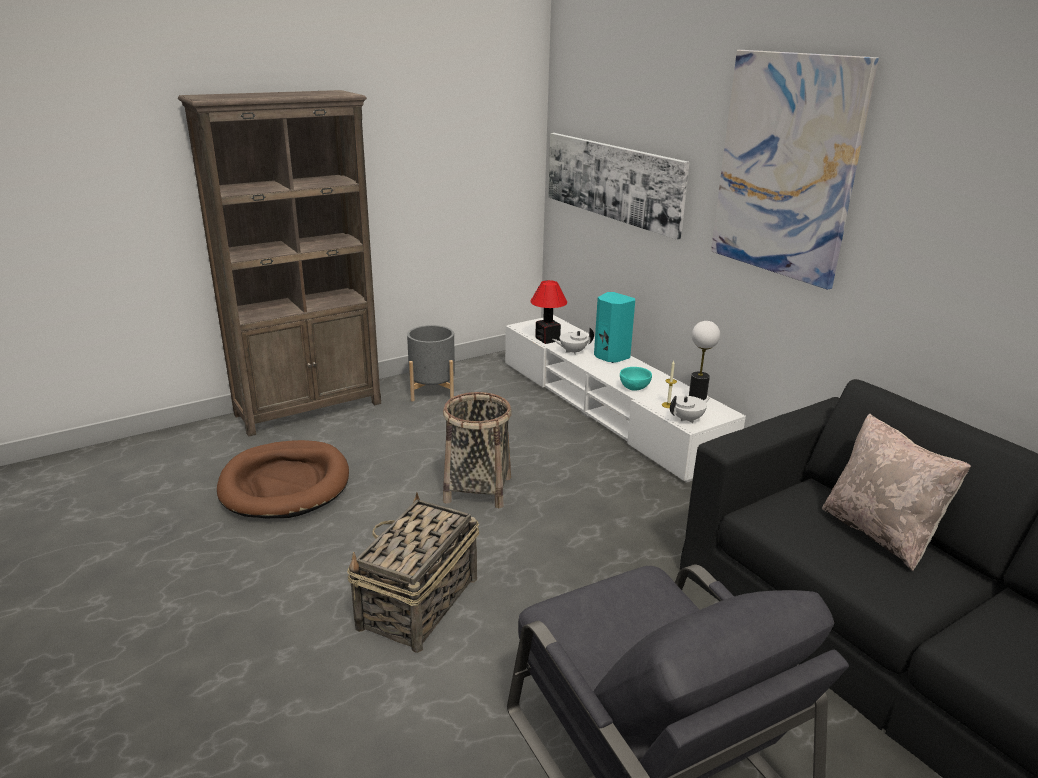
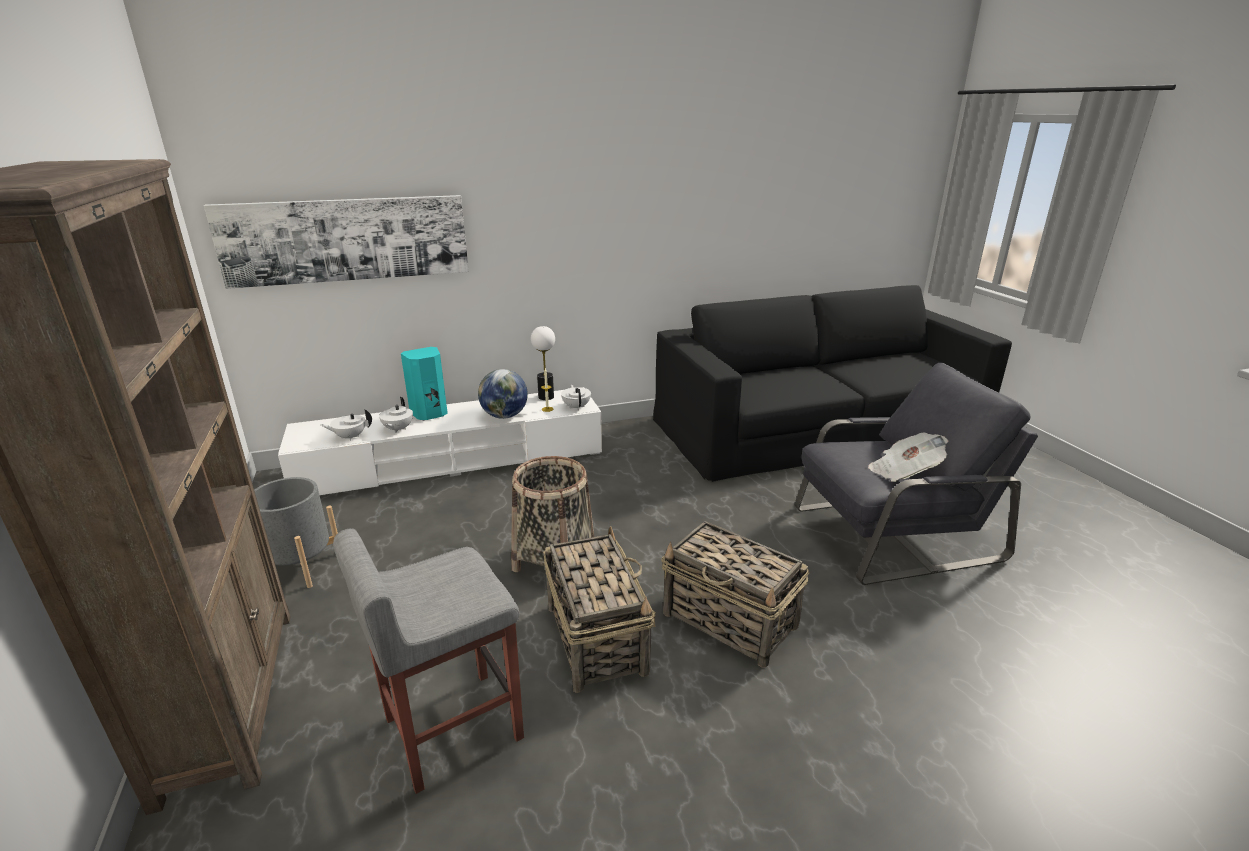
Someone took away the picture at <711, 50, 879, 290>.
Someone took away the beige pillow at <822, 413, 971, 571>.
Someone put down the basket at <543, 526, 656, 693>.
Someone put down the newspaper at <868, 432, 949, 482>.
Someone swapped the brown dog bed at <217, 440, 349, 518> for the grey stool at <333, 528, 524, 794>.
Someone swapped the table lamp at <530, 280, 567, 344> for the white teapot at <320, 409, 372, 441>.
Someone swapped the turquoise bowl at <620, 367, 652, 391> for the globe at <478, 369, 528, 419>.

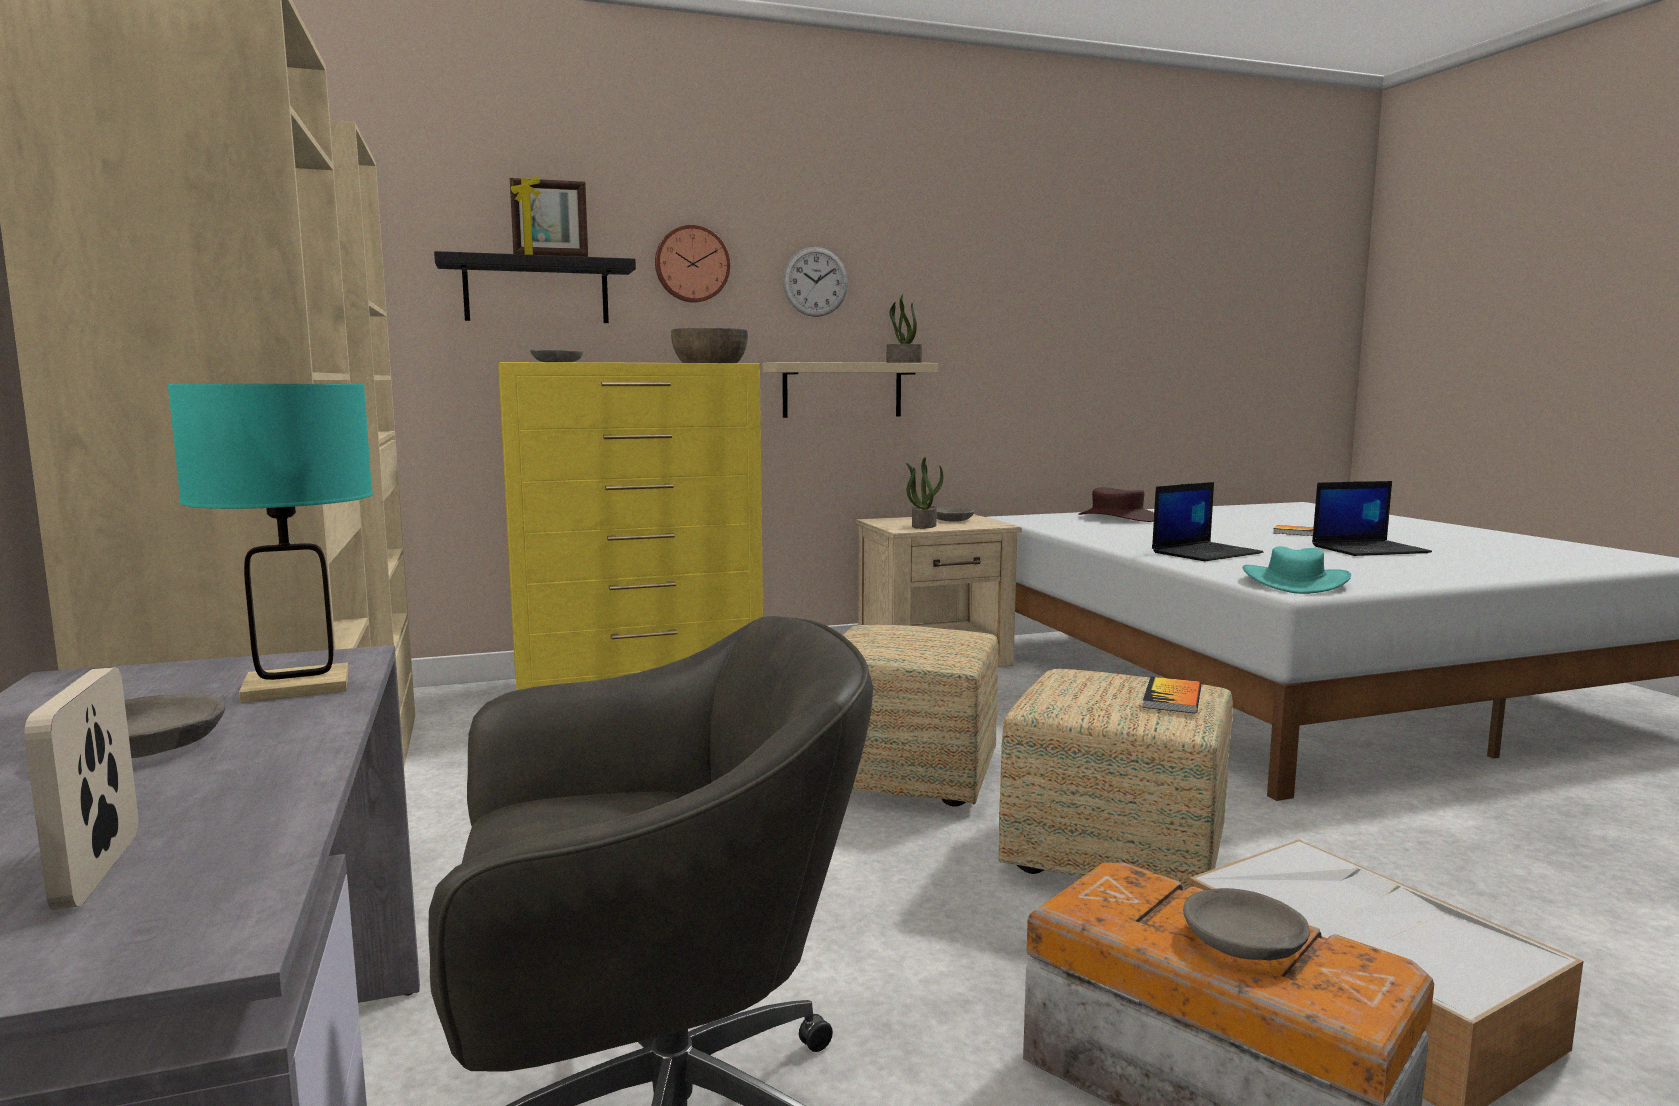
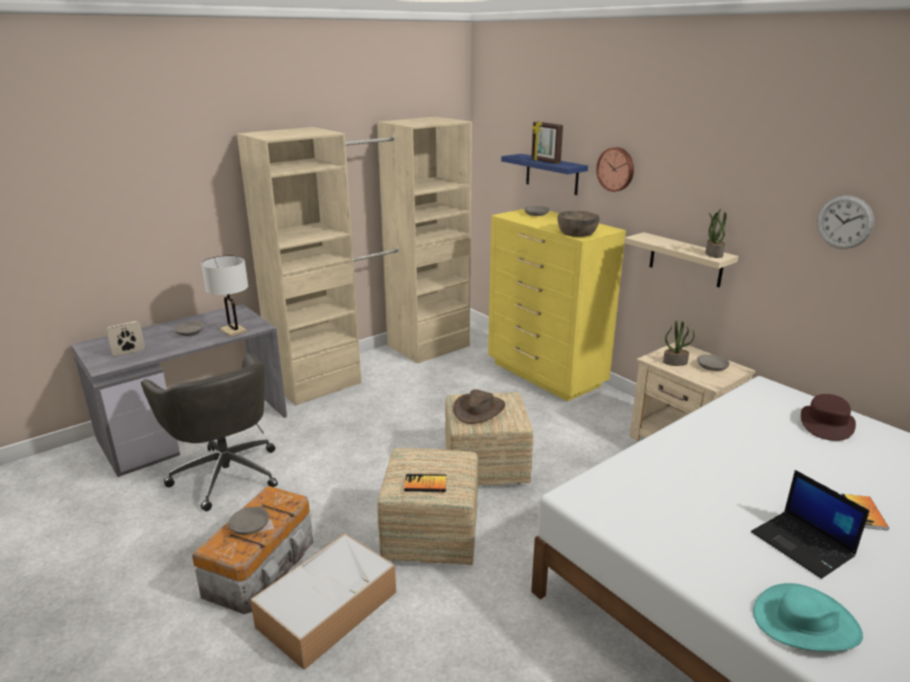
Someone took away the laptop at <1152, 482, 1263, 561>.
Someone put down the brown hat at <453, 390, 505, 424>.
Someone carried the wall clock from <783, 247, 848, 317> to <817, 195, 874, 249>.
Someone carried the turquoise hat from <1243, 546, 1351, 594> to <753, 583, 863, 651>.
Someone repainted the turquoise table lamp at <167, 384, 373, 703>, which became the white table lamp at <201, 255, 248, 337>.
Someone repainted the black shelf at <434, 251, 636, 323>, which became the blue shelf at <501, 154, 588, 195>.

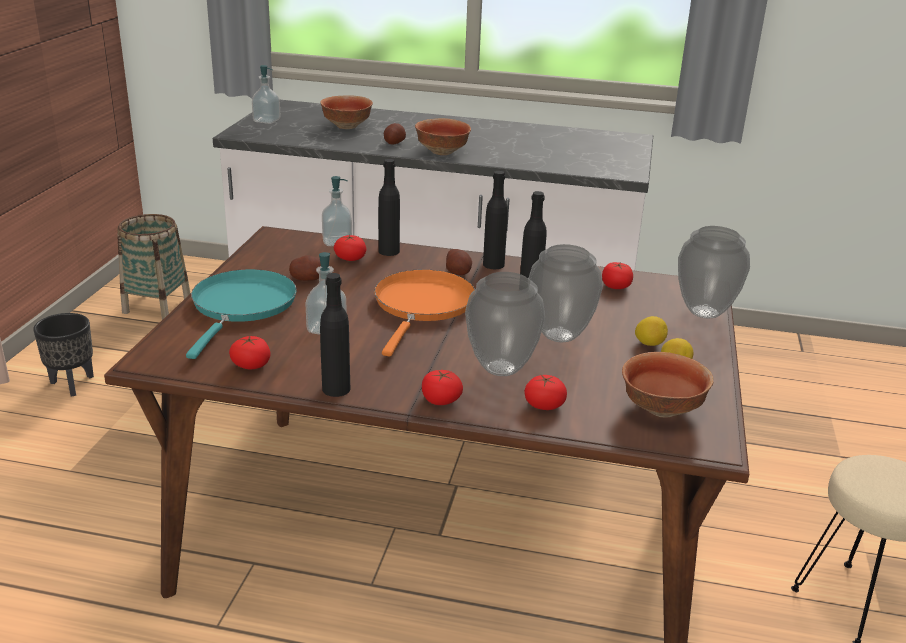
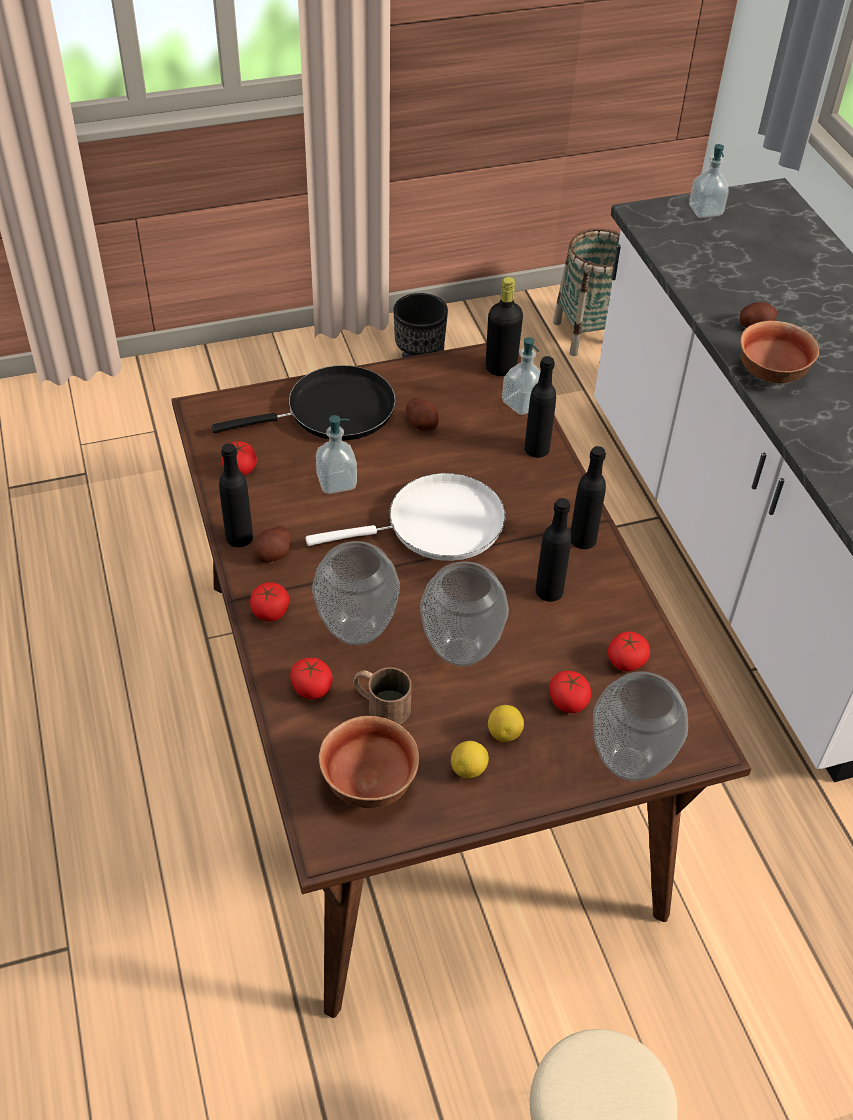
Someone took away the bowl at <320, 95, 373, 129>.
Someone put down the brown mug at <353, 667, 412, 725>.
Someone put down the black bottle at <486, 277, 523, 376>.
Someone carried the tomato from <334, 235, 366, 261> to <549, 671, 591, 713>.
Someone carried the potato from <446, 249, 472, 275> to <254, 526, 291, 562>.
Someone repainted the turquoise frying pan at <186, 269, 297, 359>, which became the black frying pan at <212, 365, 396, 440>.
Someone repainted the orange frying pan at <374, 269, 475, 357>, which became the white frying pan at <306, 473, 505, 561>.

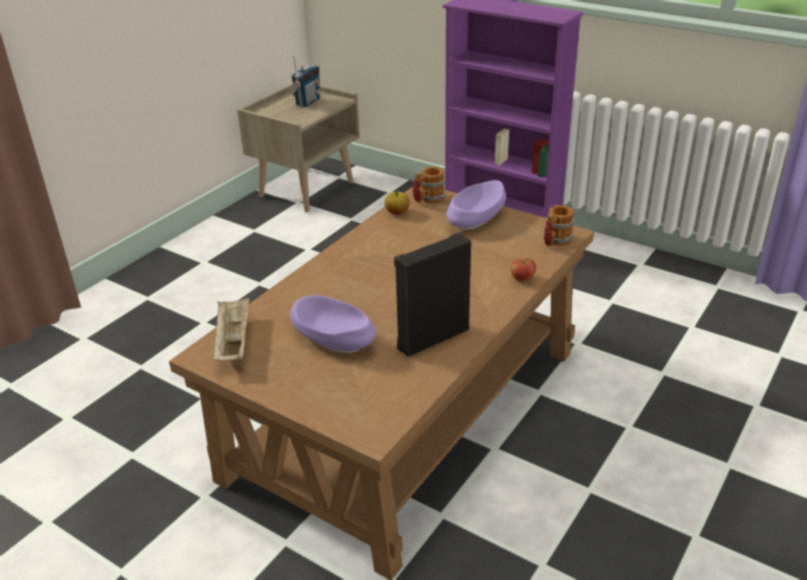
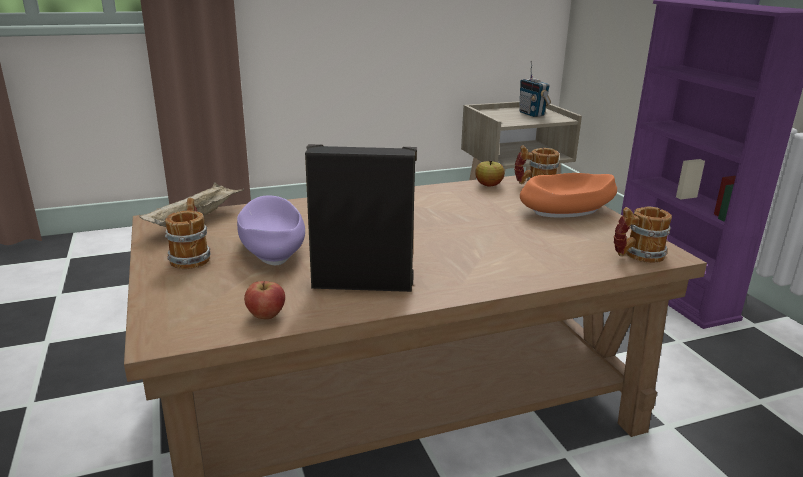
Someone put down the mug at <165, 198, 210, 269>.
Someone carried the apple from <511, 258, 536, 282> to <244, 281, 285, 319>.
Someone repainted the purple bowl at <447, 180, 506, 230>, which became the orange bowl at <520, 173, 617, 217>.
Someone rotated the radio at <290, 55, 320, 107> by 90 degrees clockwise.

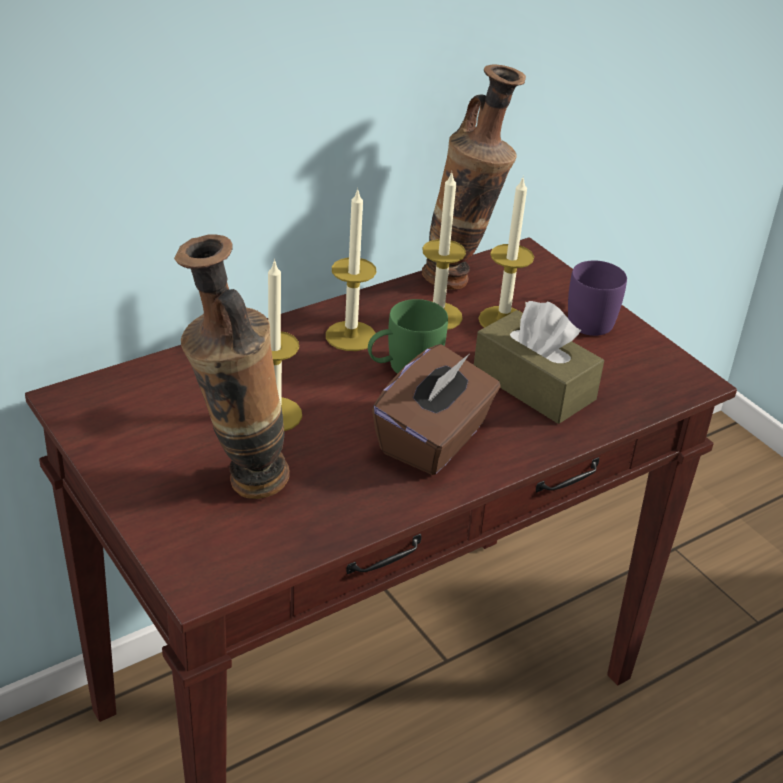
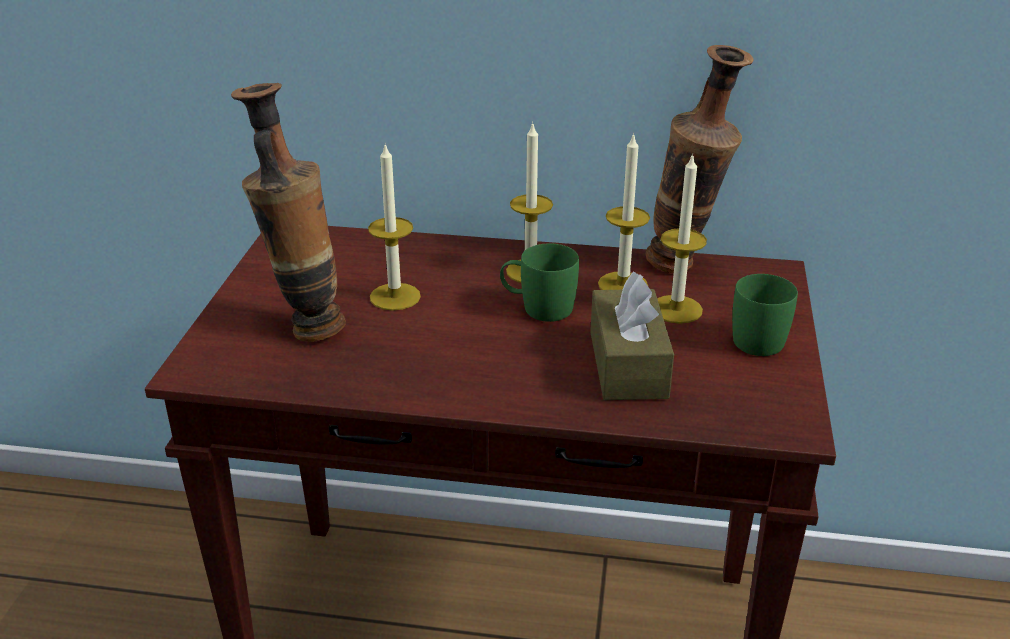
Someone took away the brown tissue box at <372, 344, 501, 475>.
Someone repainted the purple mug at <568, 261, 627, 336>, which became the green mug at <732, 274, 798, 356>.

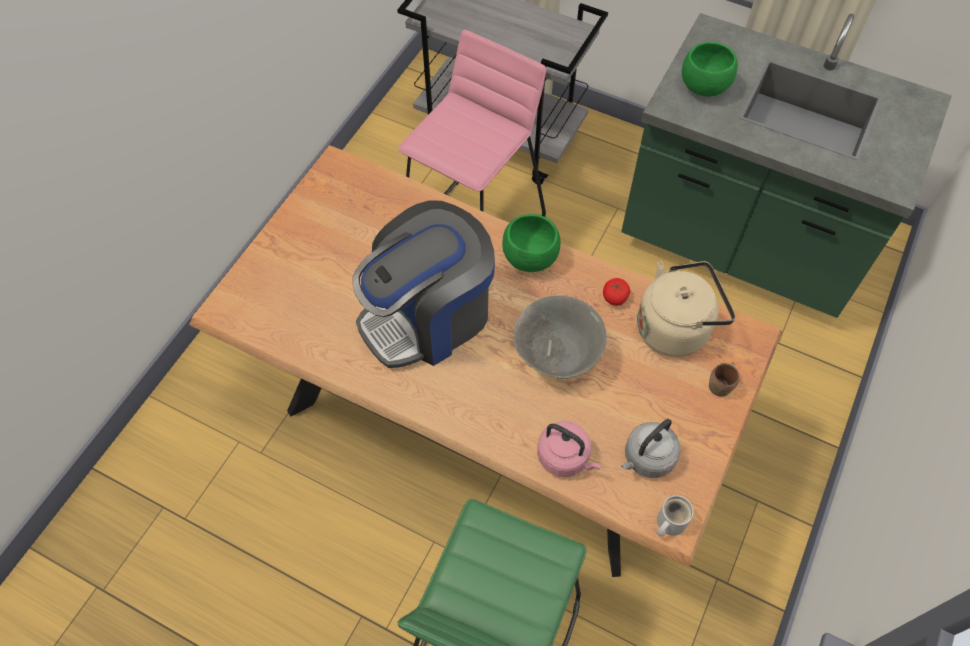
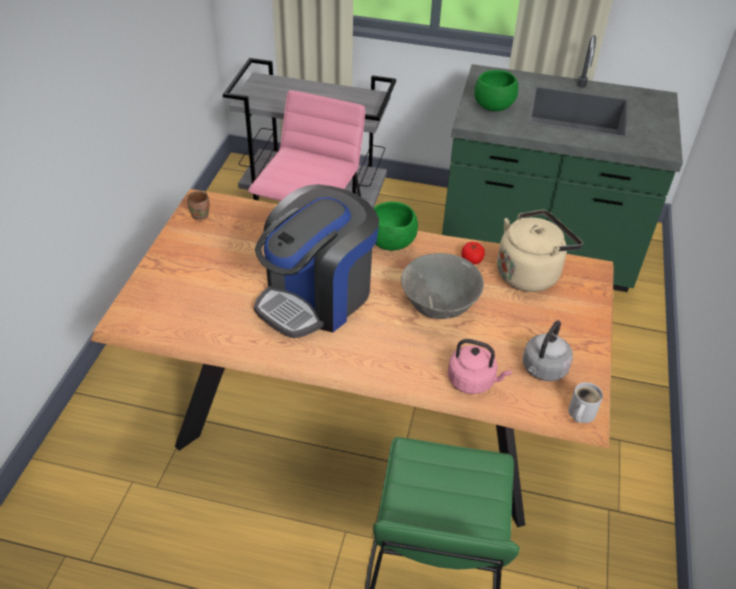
Someone carried the brown mug from <709, 362, 740, 397> to <187, 191, 209, 220>.

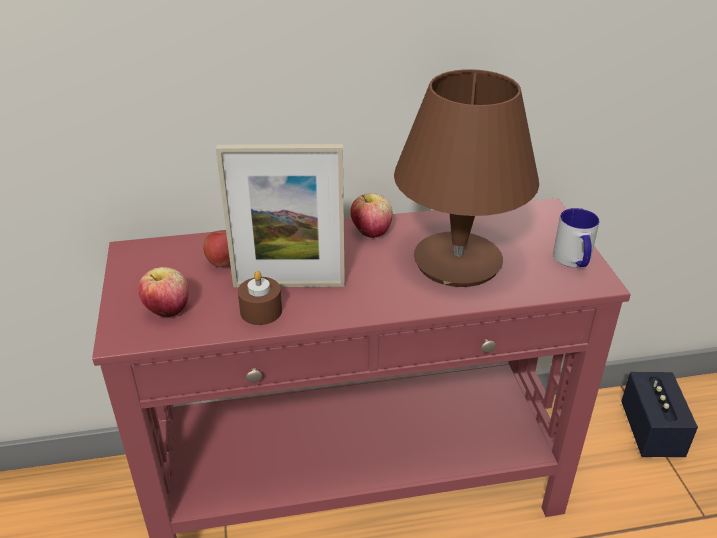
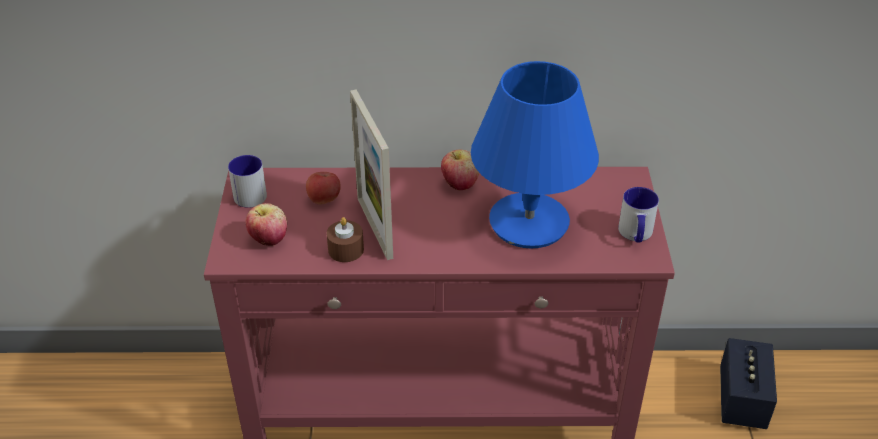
Someone put down the mug at <228, 155, 267, 208>.
Someone repainted the brown table lamp at <394, 69, 539, 287>, which became the blue table lamp at <471, 61, 599, 248>.
Someone rotated the picture frame at <216, 144, 345, 287> by 60 degrees clockwise.

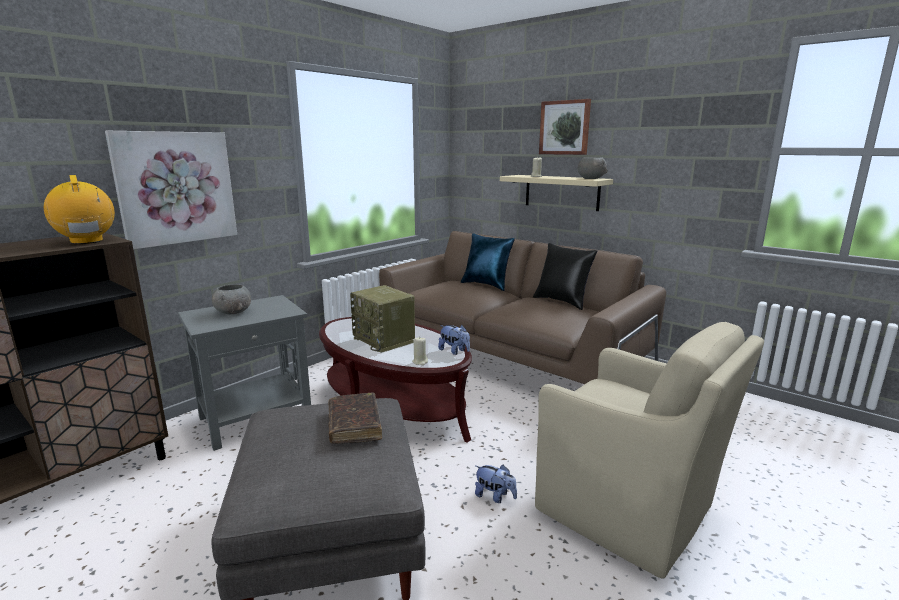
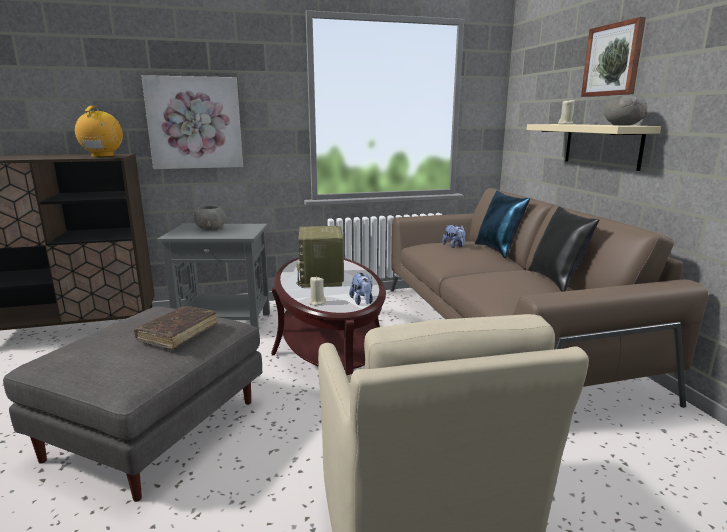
Someone carried the plush toy from <475, 465, 517, 503> to <442, 225, 465, 248>.

